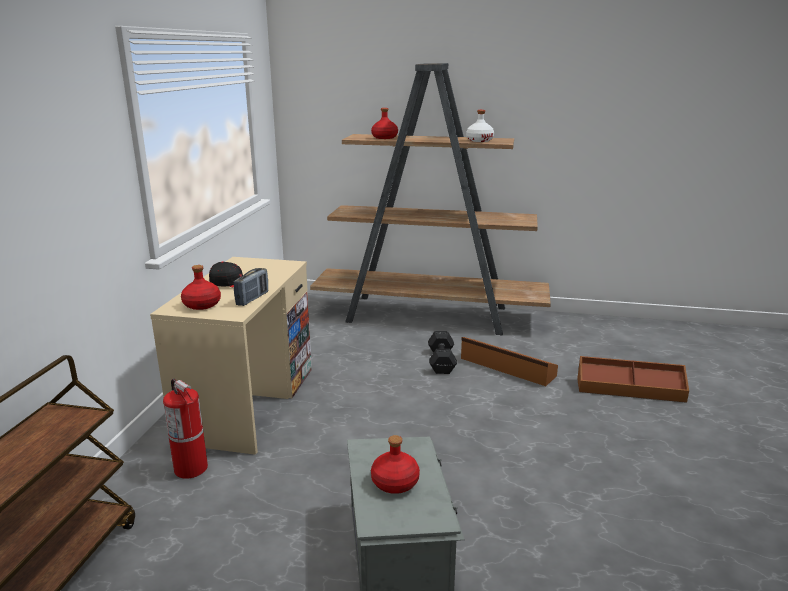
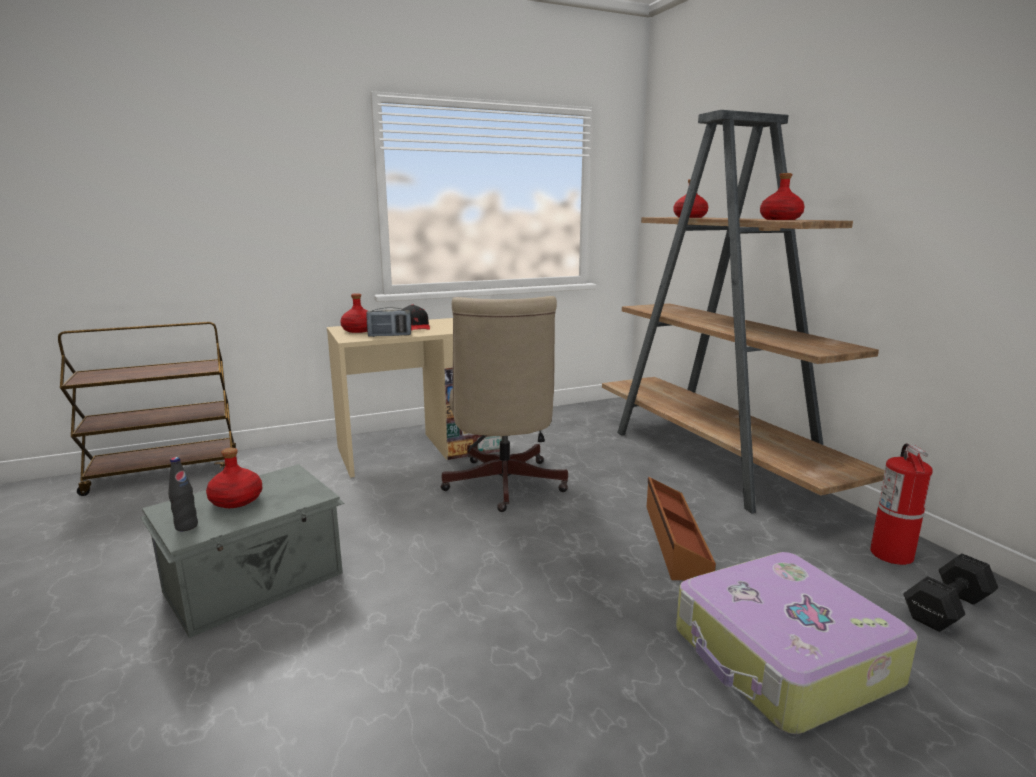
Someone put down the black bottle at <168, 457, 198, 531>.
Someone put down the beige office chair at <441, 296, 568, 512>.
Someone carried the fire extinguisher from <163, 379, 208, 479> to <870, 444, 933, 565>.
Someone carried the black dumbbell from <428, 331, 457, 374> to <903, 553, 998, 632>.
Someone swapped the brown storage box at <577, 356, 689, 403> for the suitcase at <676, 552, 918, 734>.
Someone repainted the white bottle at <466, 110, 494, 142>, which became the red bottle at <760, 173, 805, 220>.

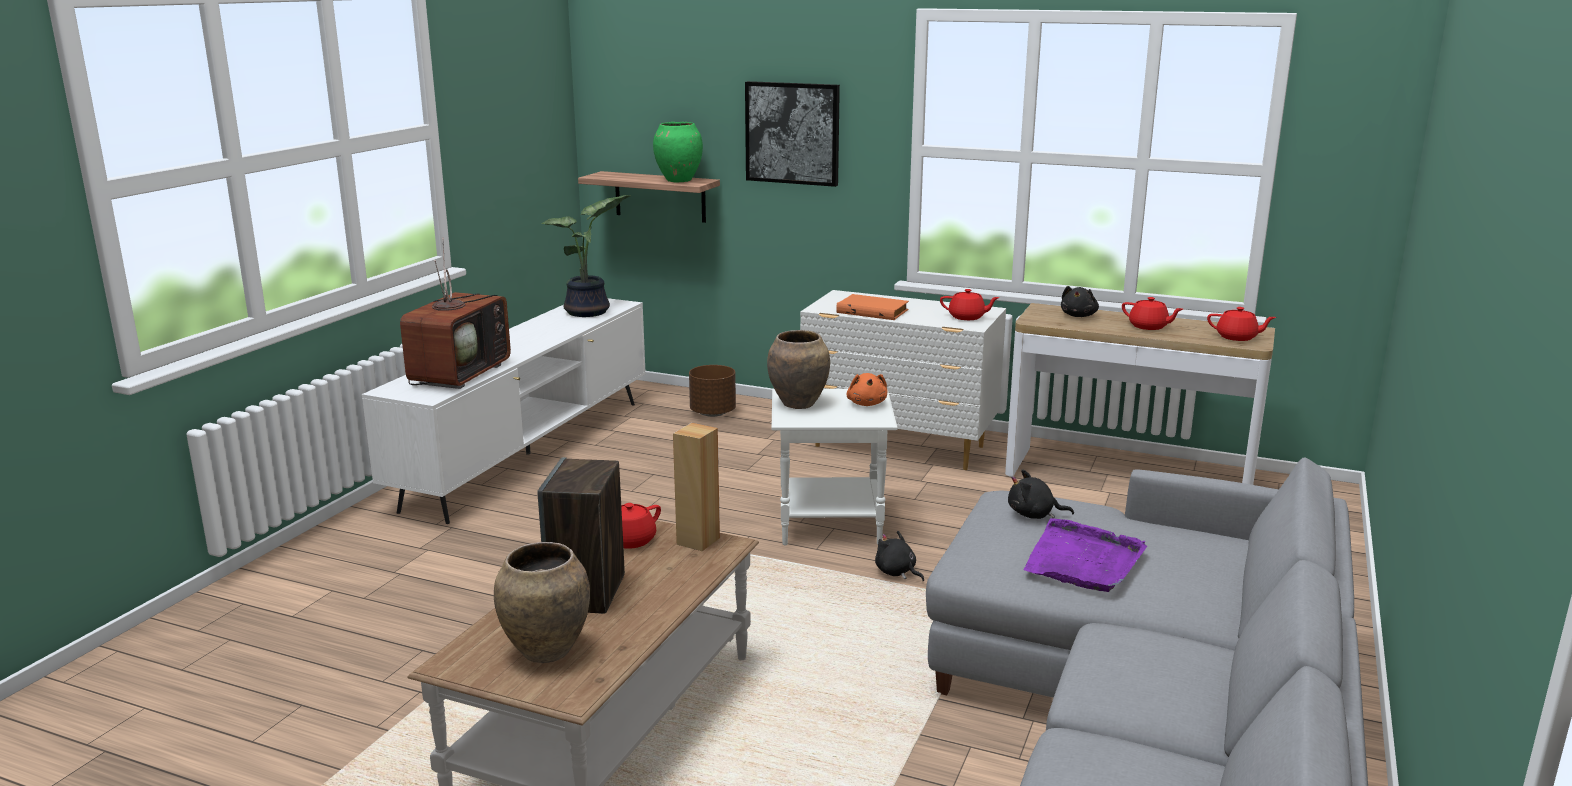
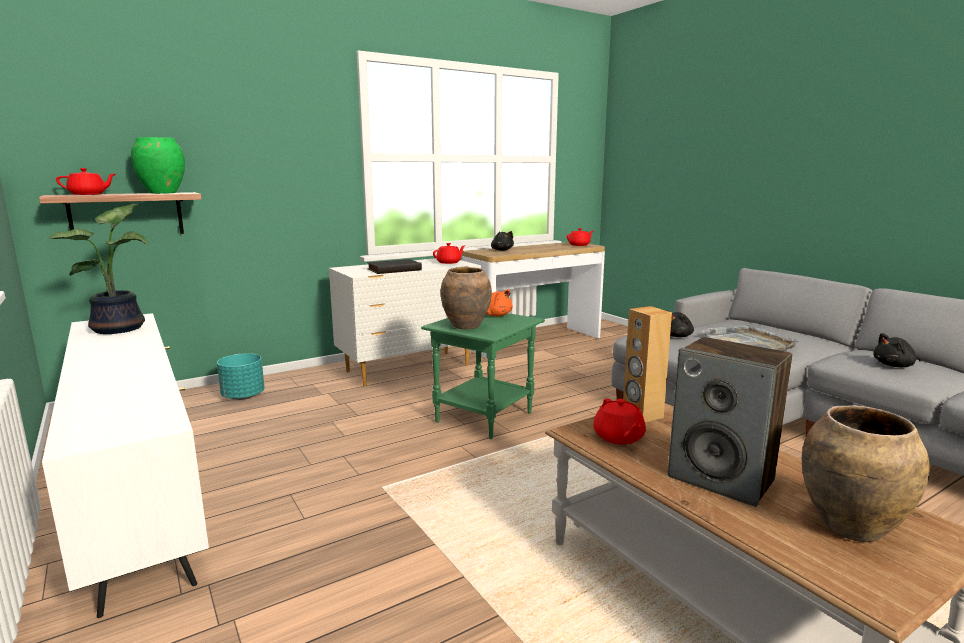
Someone took away the television at <400, 238, 511, 389>.
Someone took away the picture at <745, 81, 840, 187>.
Someone carried the black plush toy from <875, 531, 924, 581> to <874, 333, 921, 367>.
Someone carried the red teapot from <1122, 297, 1183, 330> to <56, 168, 115, 195>.
Someone repainted the brown planter at <689, 365, 736, 417>, which became the turquoise planter at <217, 353, 265, 400>.
Someone repainted the white side table at <772, 389, 898, 545>, which became the green side table at <421, 313, 545, 439>.
Someone repainted the orange book at <836, 294, 909, 320>, which became the black book at <367, 259, 422, 274>.
Someone repainted the purple tray at <1023, 518, 1147, 592>, which became the grey tray at <701, 324, 799, 350>.

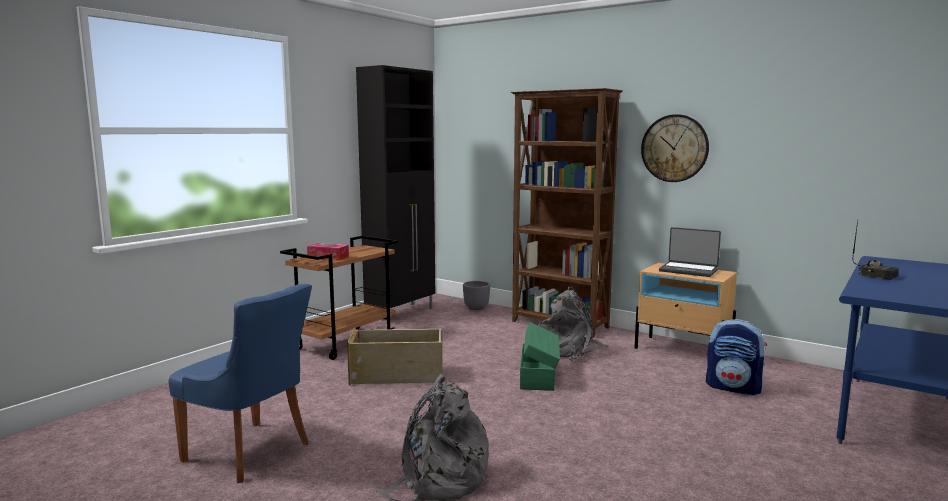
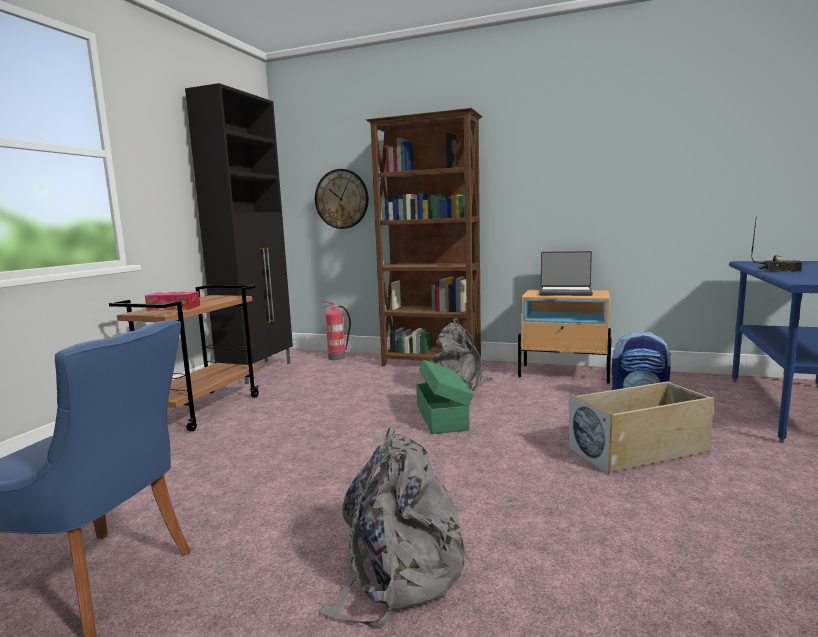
Someone carried the beige storage box from <347, 328, 443, 386> to <569, 381, 714, 475>.
Someone carried the wall clock from <641, 114, 709, 182> to <315, 169, 369, 229>.
Someone swapped the grey planter at <463, 281, 490, 310> for the fire extinguisher at <323, 301, 351, 360>.

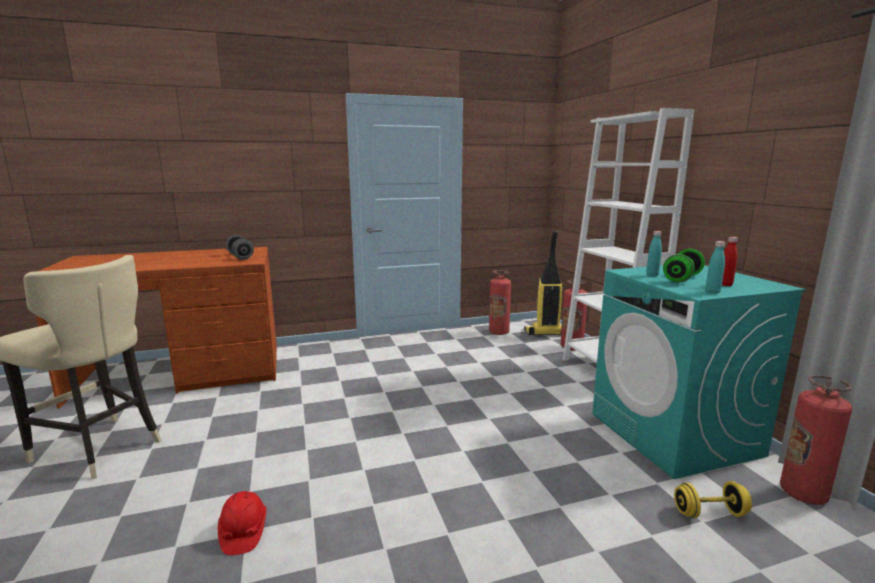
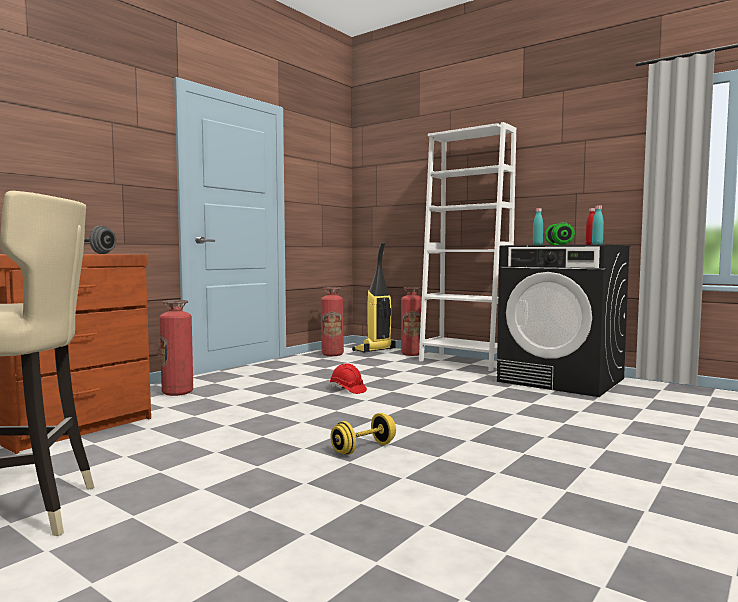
Someone carried the red hard hat from <218, 491, 267, 555> to <330, 363, 367, 394>.
Someone carried the yellow dumbbell from <674, 481, 752, 518> to <331, 413, 396, 455>.
Someone carried the fire extinguisher from <780, 375, 853, 505> to <159, 300, 193, 396>.
Someone repainted the turquoise washing machine at <592, 265, 806, 479>, which became the black washing machine at <497, 245, 630, 397>.

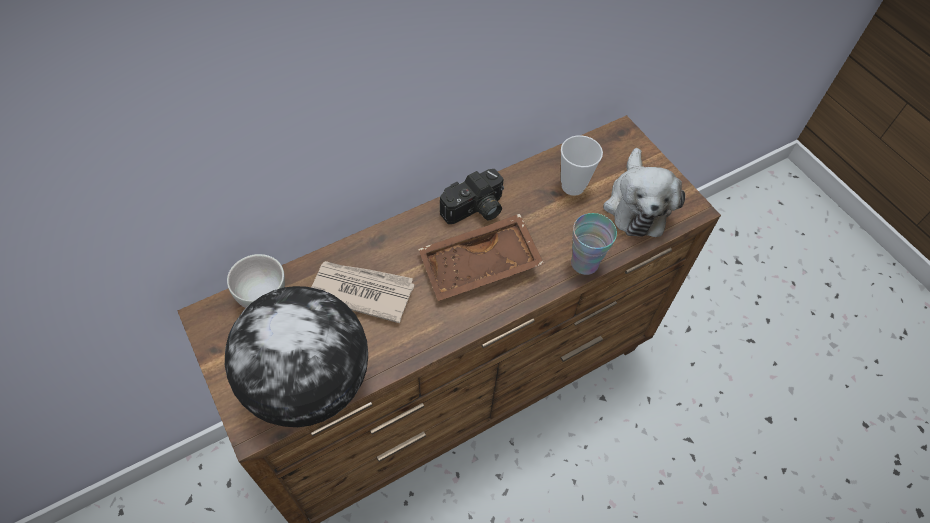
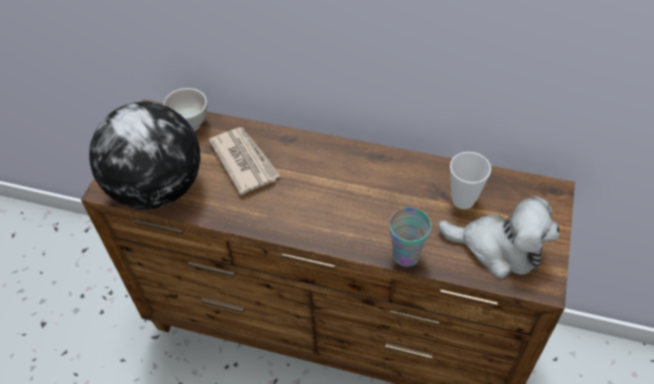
Someone took away the brown tray at <418, 214, 544, 301>.
Someone took away the photo camera at <440, 169, 504, 224>.
Someone rotated the plush toy at <603, 148, 685, 237> by 120 degrees counterclockwise.

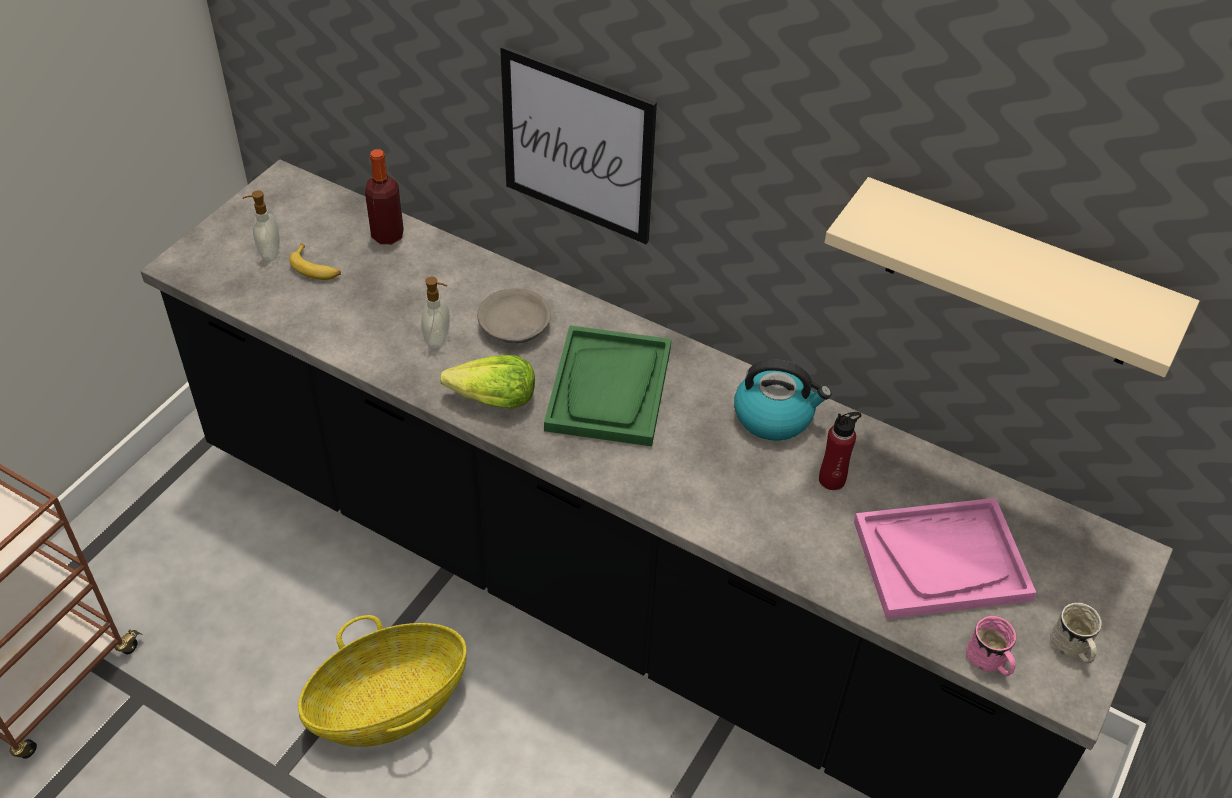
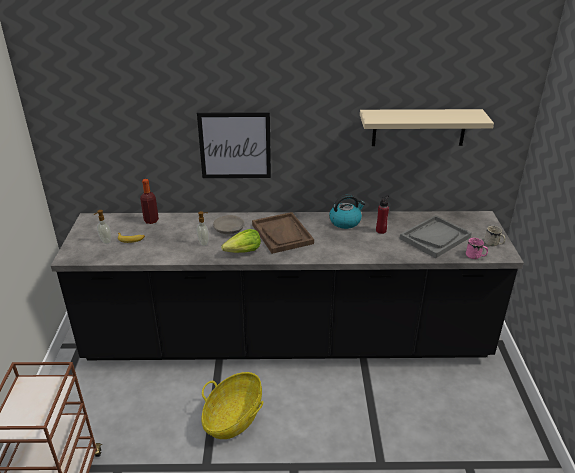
Someone repainted the green tray at <544, 325, 671, 446>, which became the brown tray at <252, 212, 314, 254>.
Someone repainted the pink tray at <854, 498, 1036, 619>, which became the grey tray at <399, 215, 472, 258>.

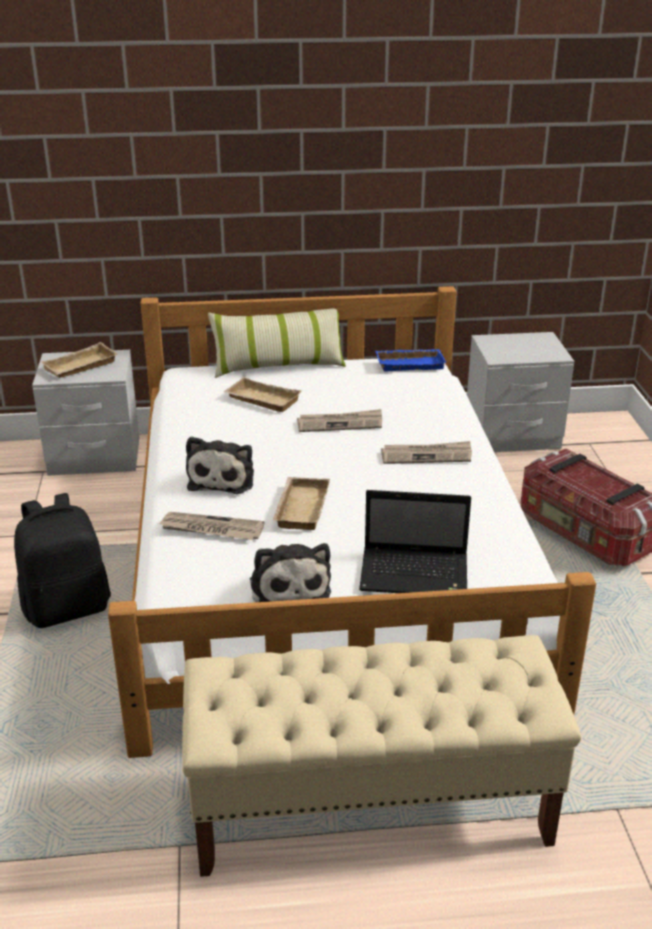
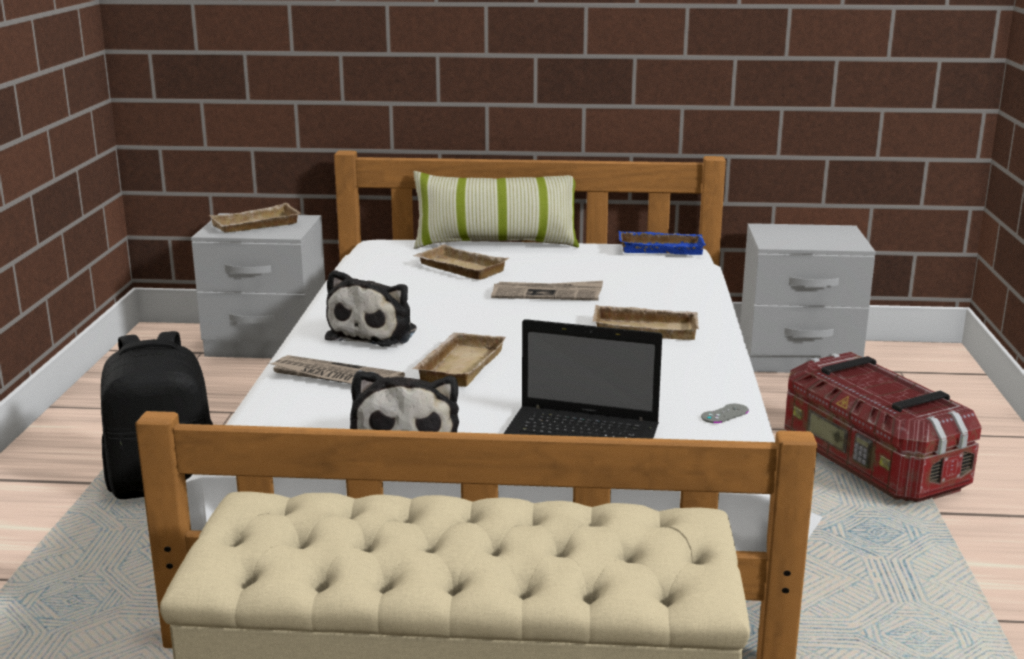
Someone put down the grey game controller at <701, 404, 749, 423>.
Someone swapped the newspaper at <381, 441, 472, 464> for the beige tray at <593, 305, 699, 340>.

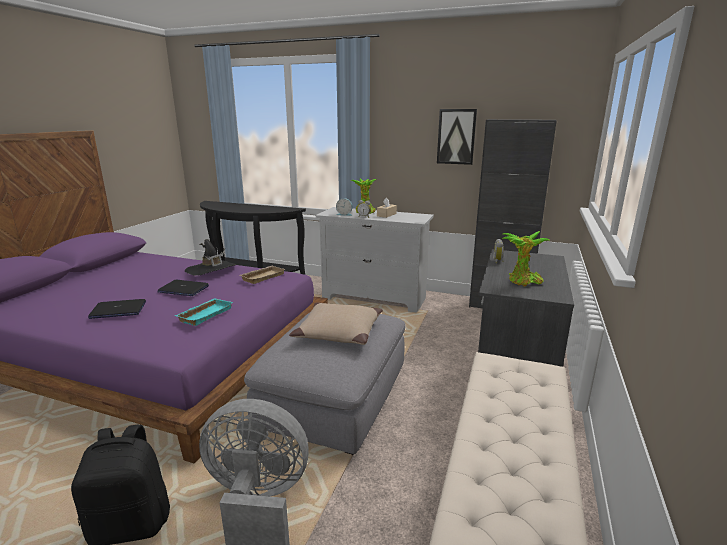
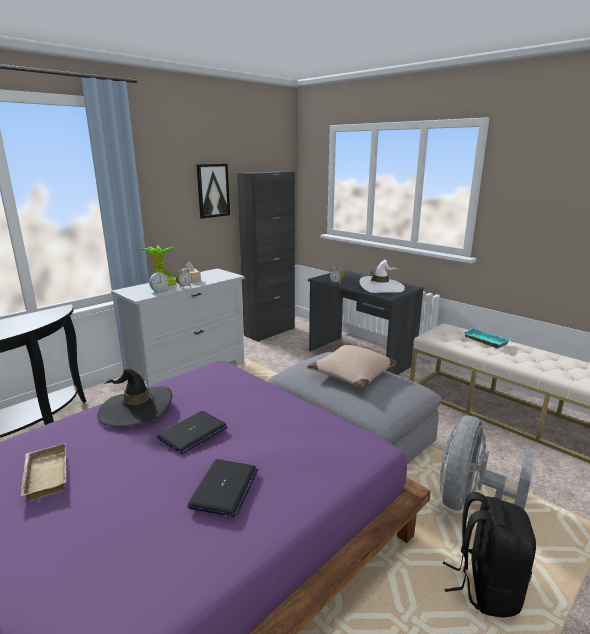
Someone carried the turquoise tray from <175, 298, 233, 326> to <463, 328, 511, 348>.
Someone carried the beige tray from <240, 266, 285, 284> to <21, 443, 67, 500>.
Someone swapped the potted plant at <502, 231, 550, 287> for the white hat at <360, 260, 405, 293>.

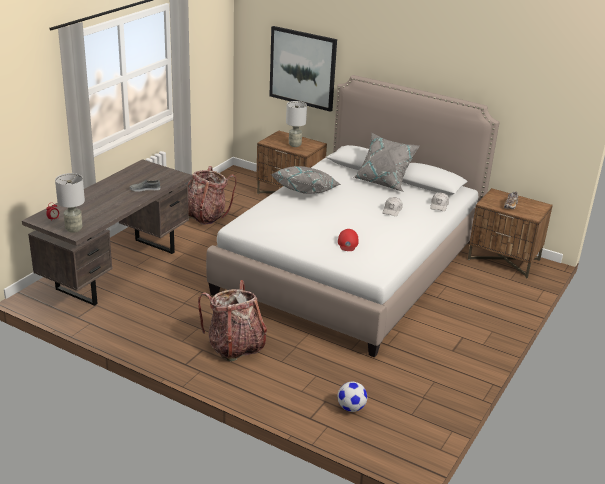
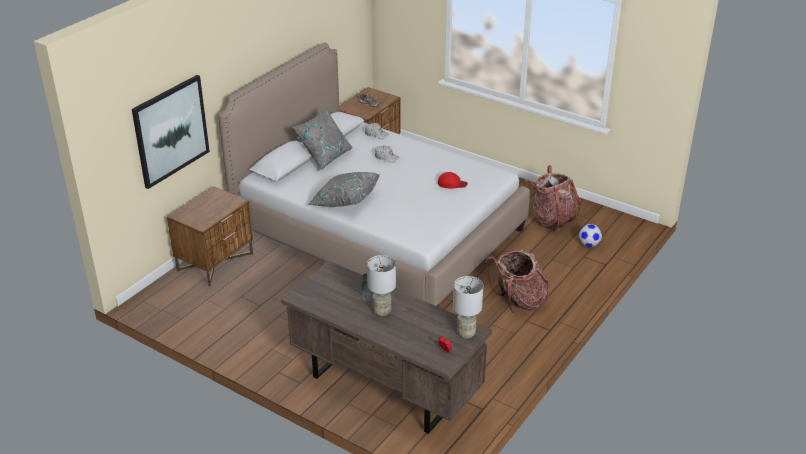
Someone carried the backpack from <188, 166, 237, 225> to <522, 165, 582, 231>.
Someone carried the grey table lamp from <286, 101, 307, 147> to <367, 255, 396, 316>.

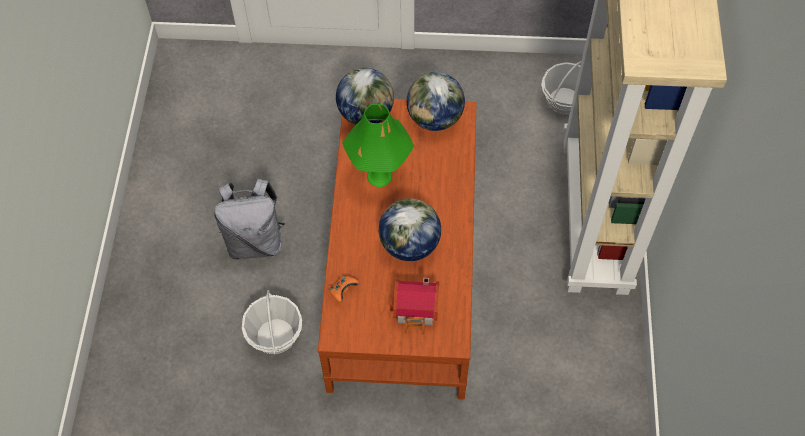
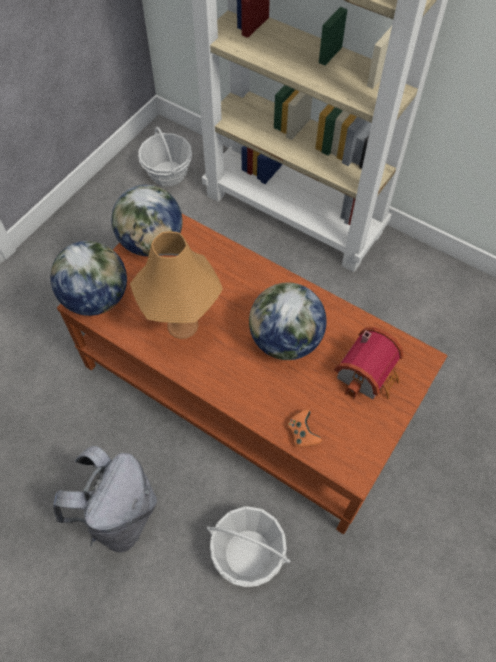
Someone repainted the green table lamp at <342, 104, 414, 187>, which became the orange table lamp at <130, 231, 223, 339>.

